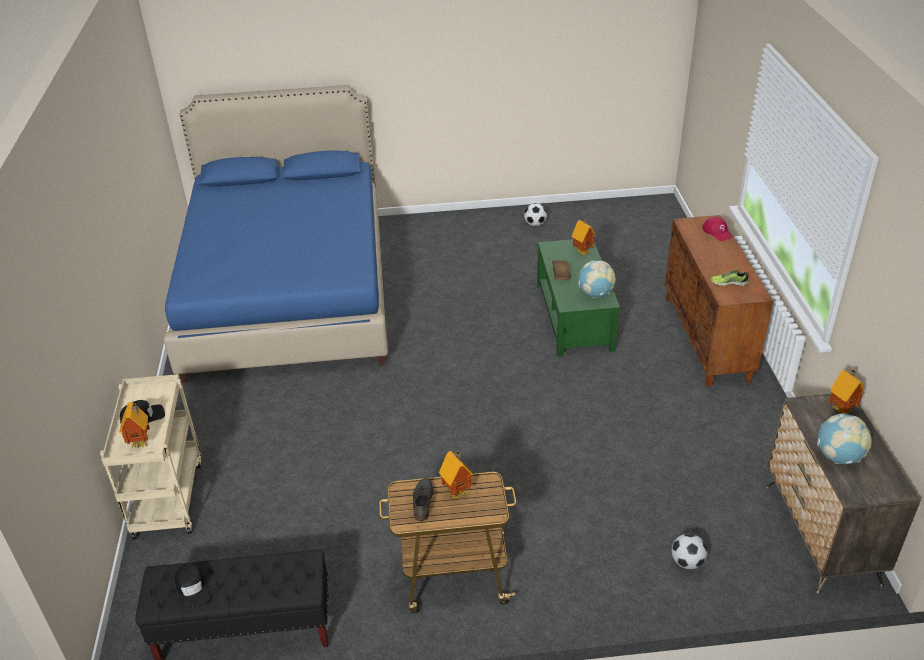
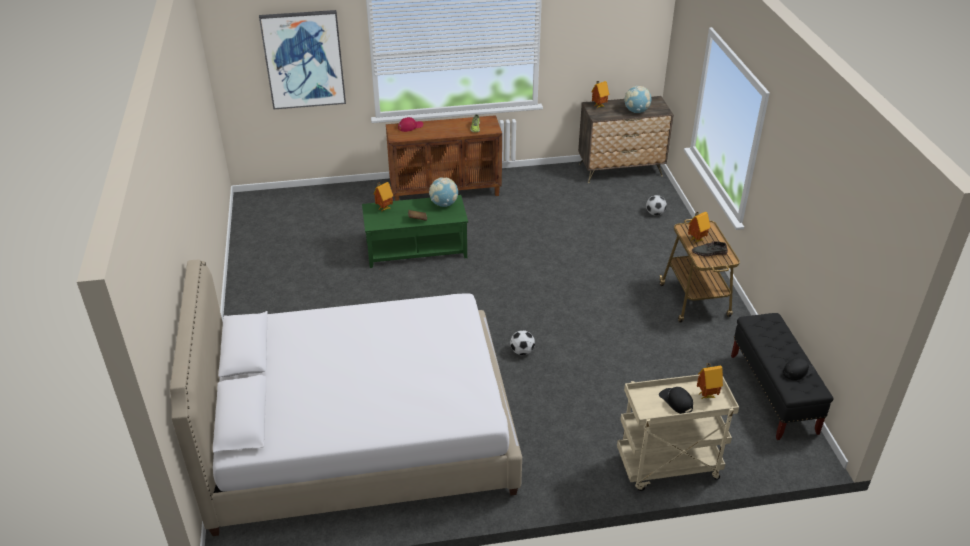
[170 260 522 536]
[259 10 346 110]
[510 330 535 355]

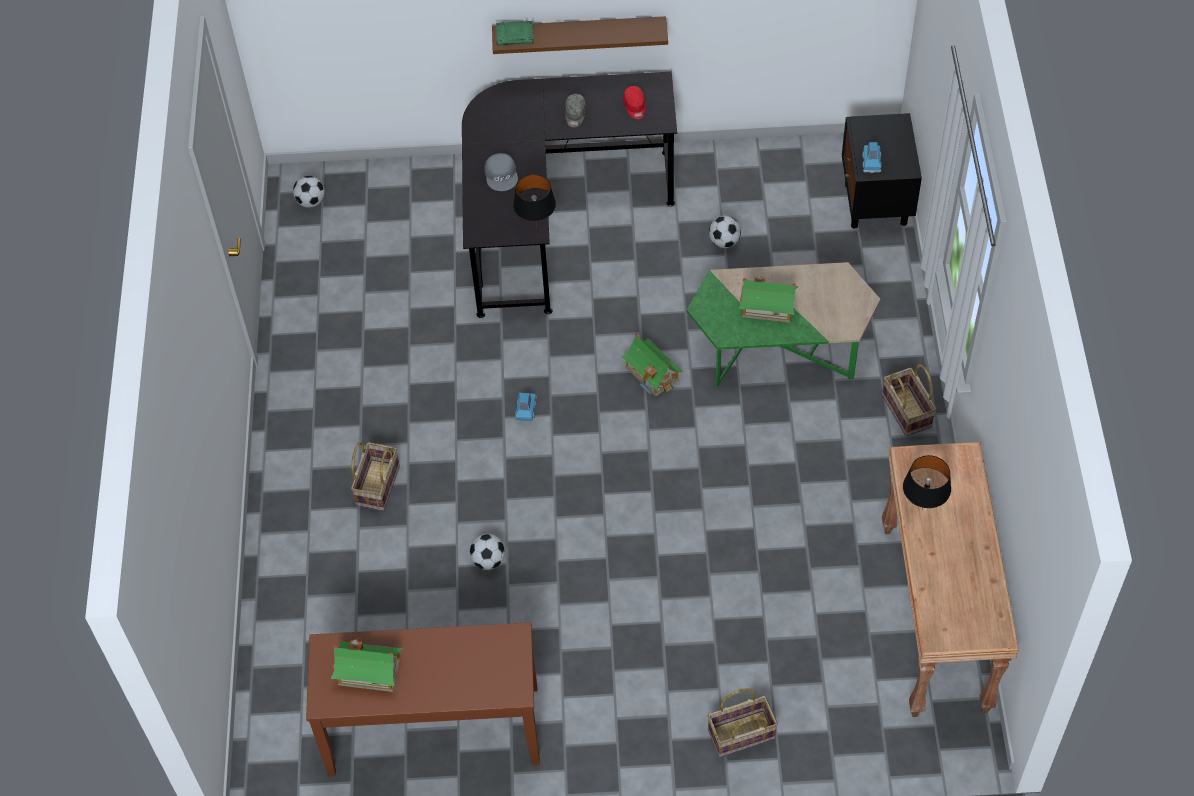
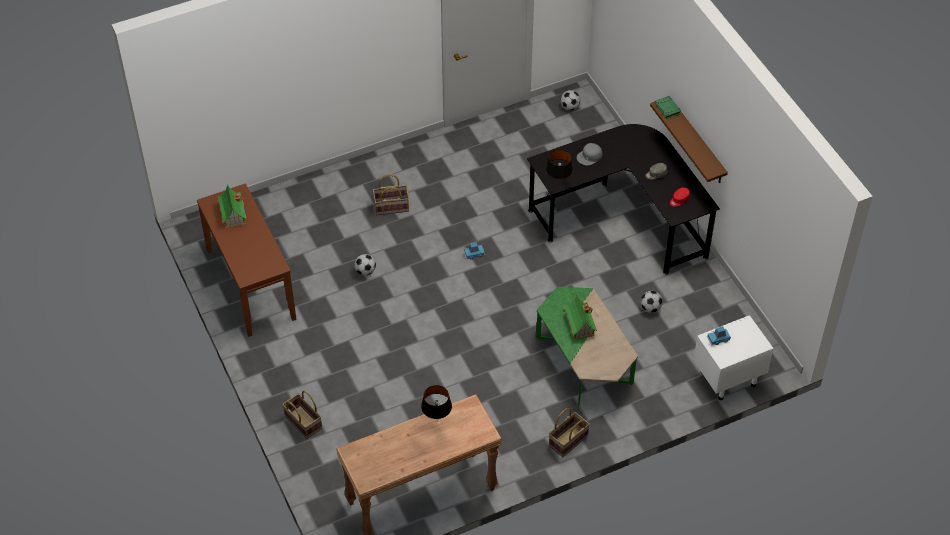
[693 315 774 400]
[621 334 683 396] (first image)

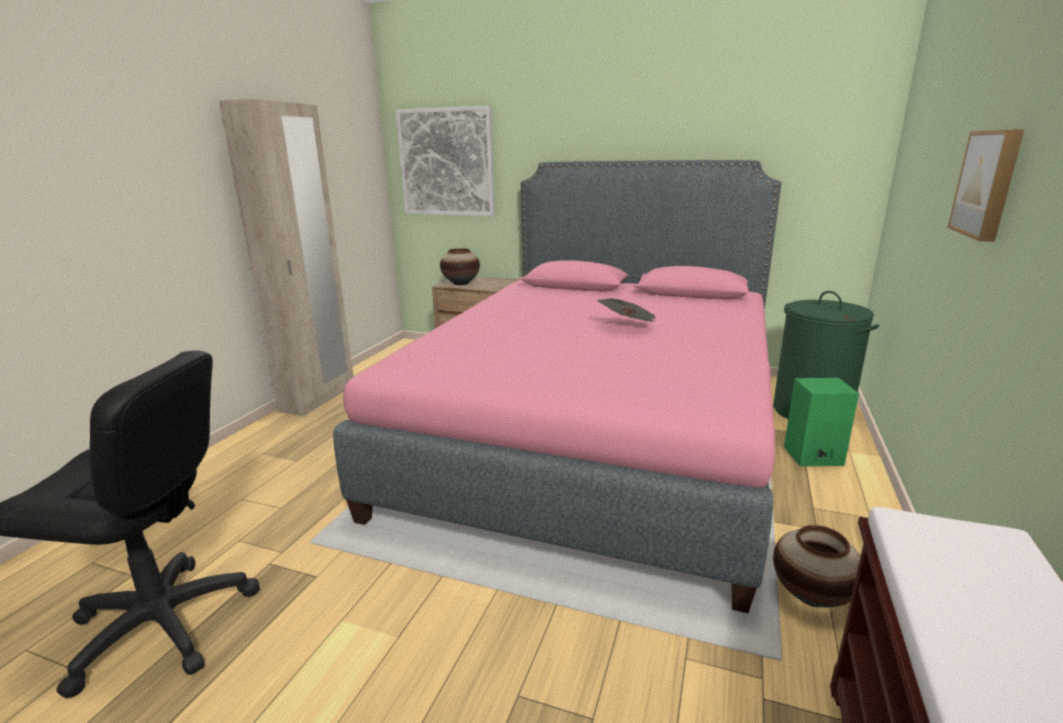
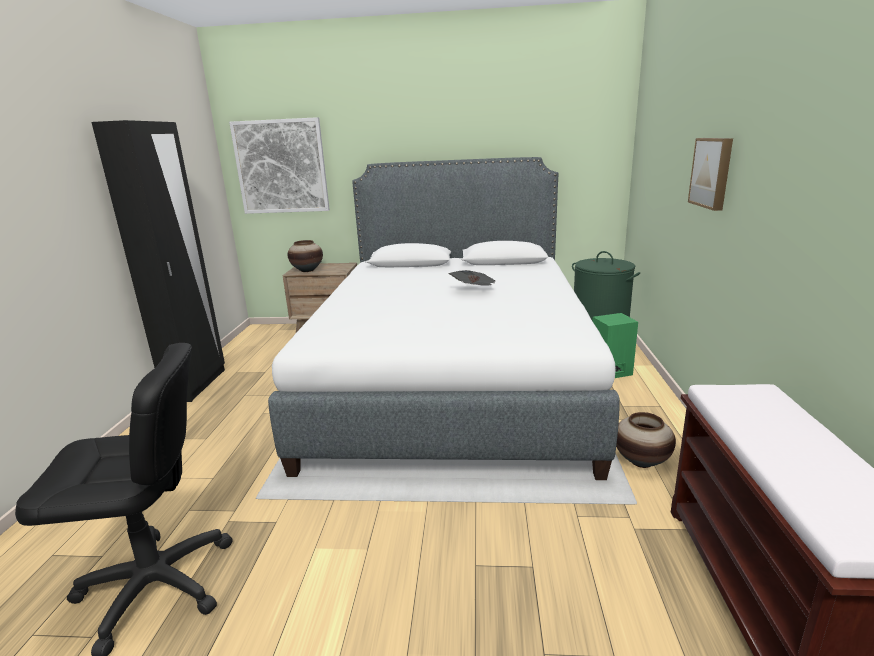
[91 120 225 402]
[268 157 620 480]

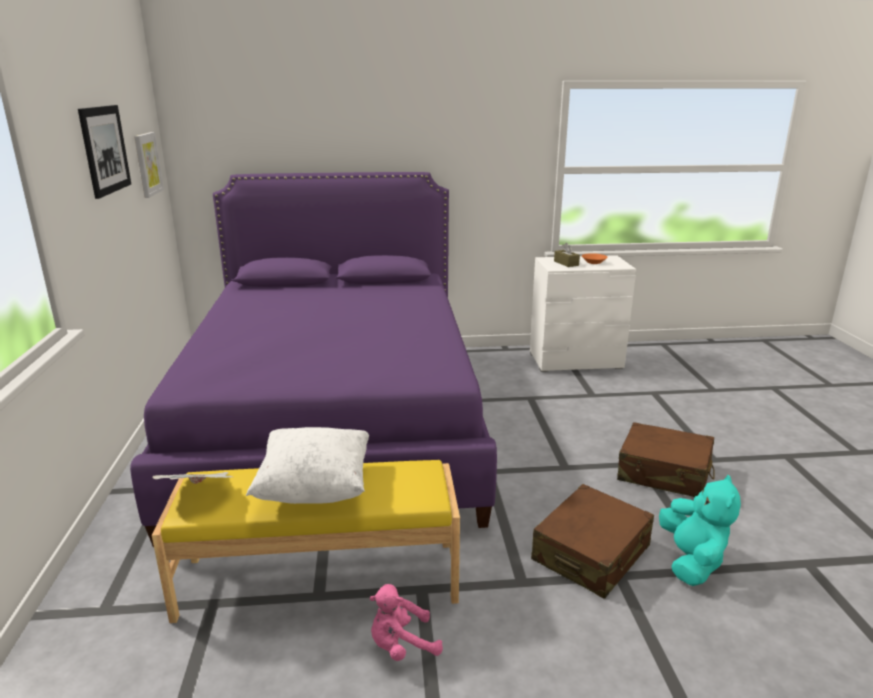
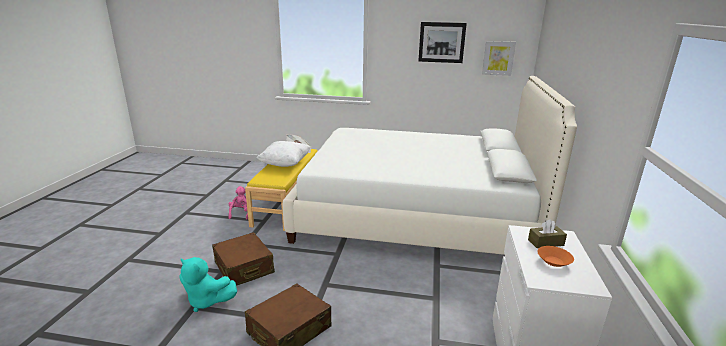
[283 76 577 255]

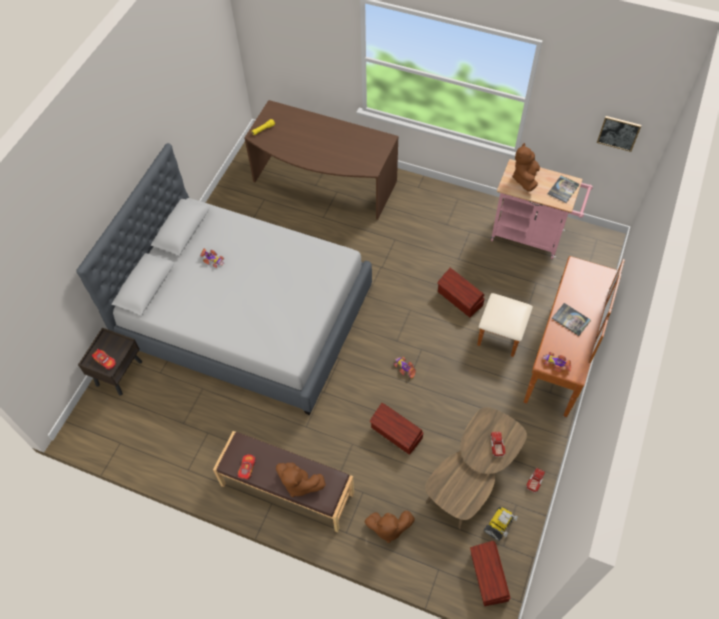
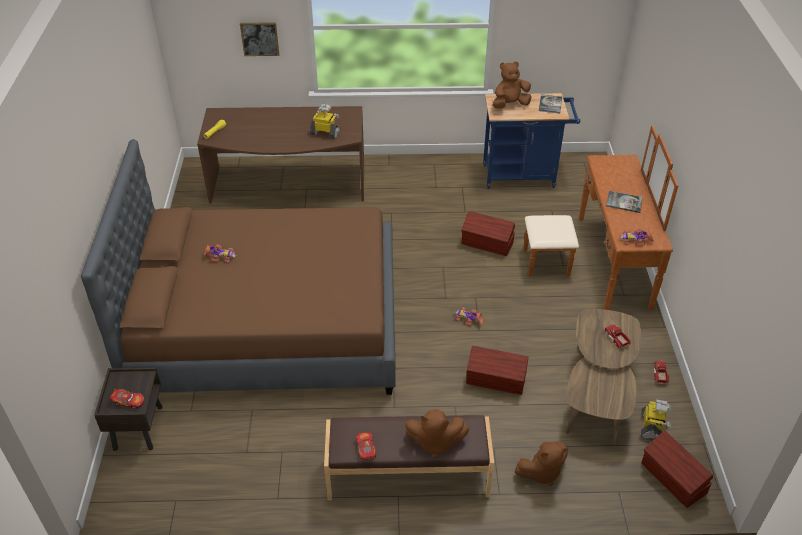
[81 139 396 395]
[240 22 279 56]
[310 104 340 139]
[483 93 581 189]
[493 61 531 109]

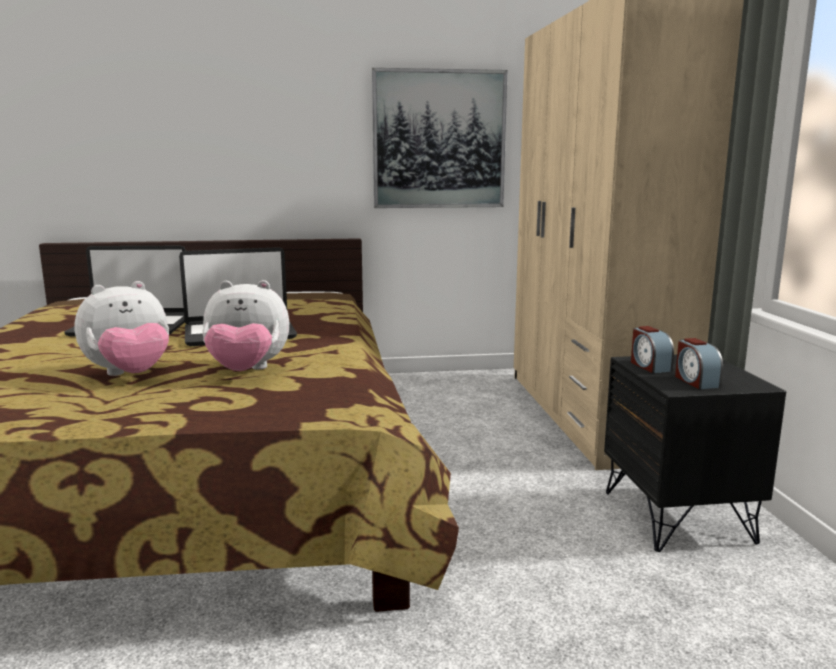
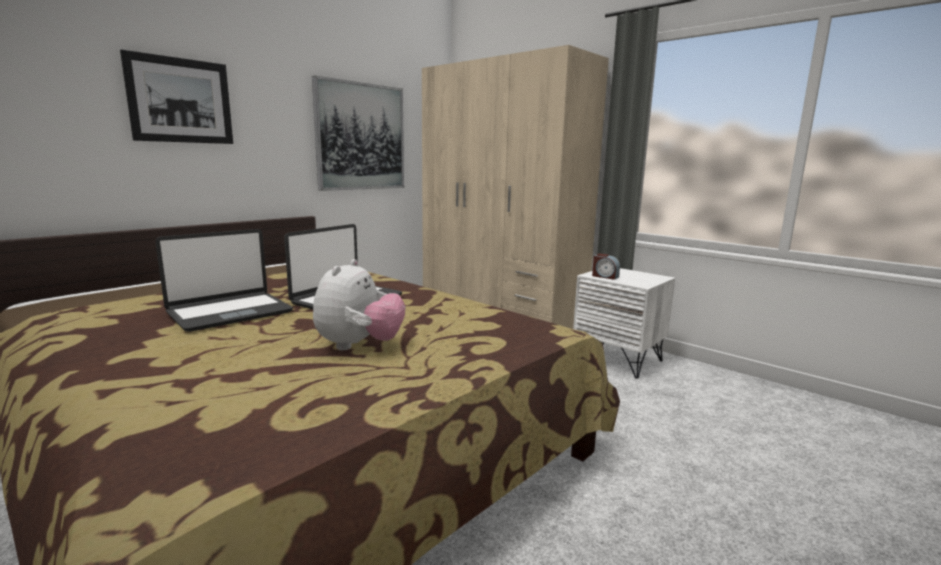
[120 49 233 144]
[573 268 675 379]
[202 280 289 371] (first image)
[675 338 723 389] (first image)

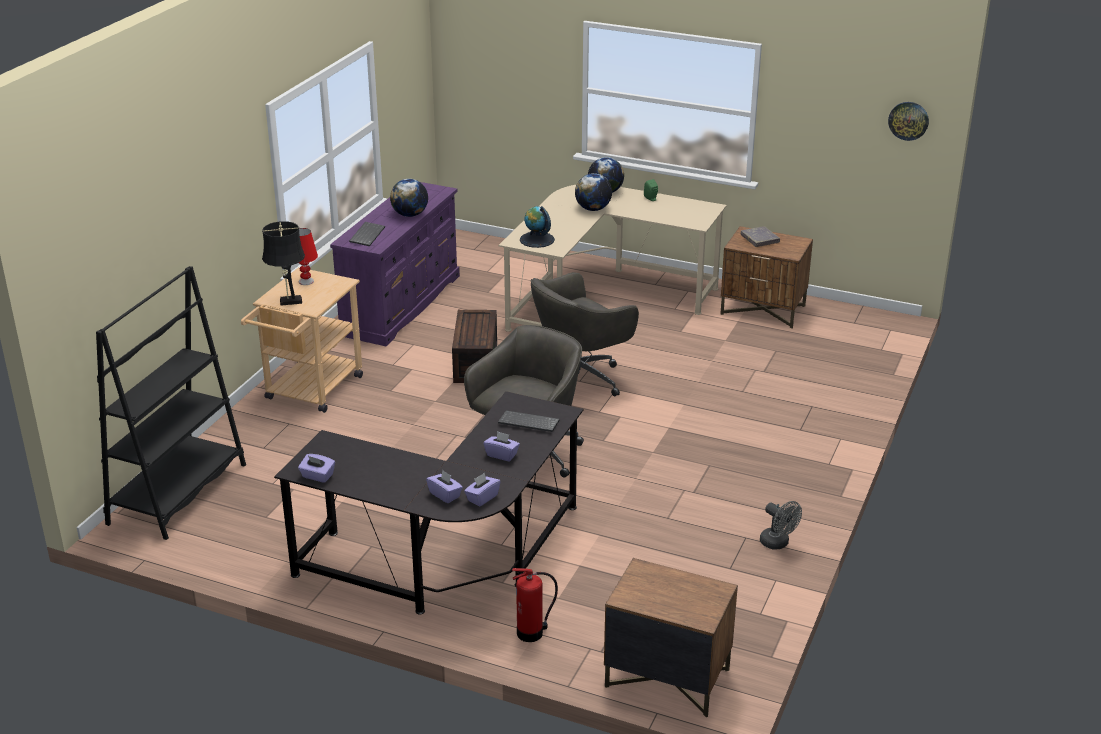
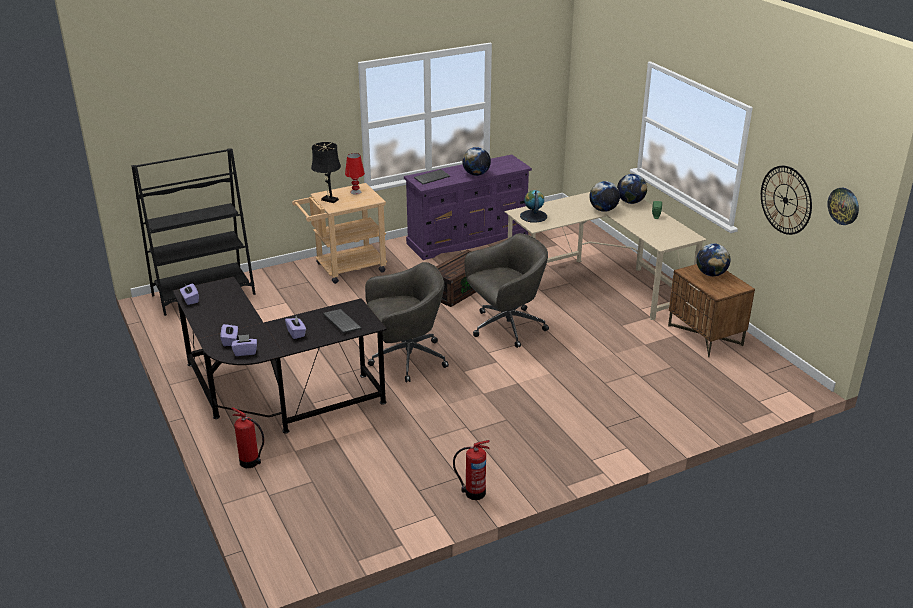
[453 440 490 500]
[465 233 549 348]
[696 243 730 276]
[761 166 812 235]
[604 558 738 718] (first image)

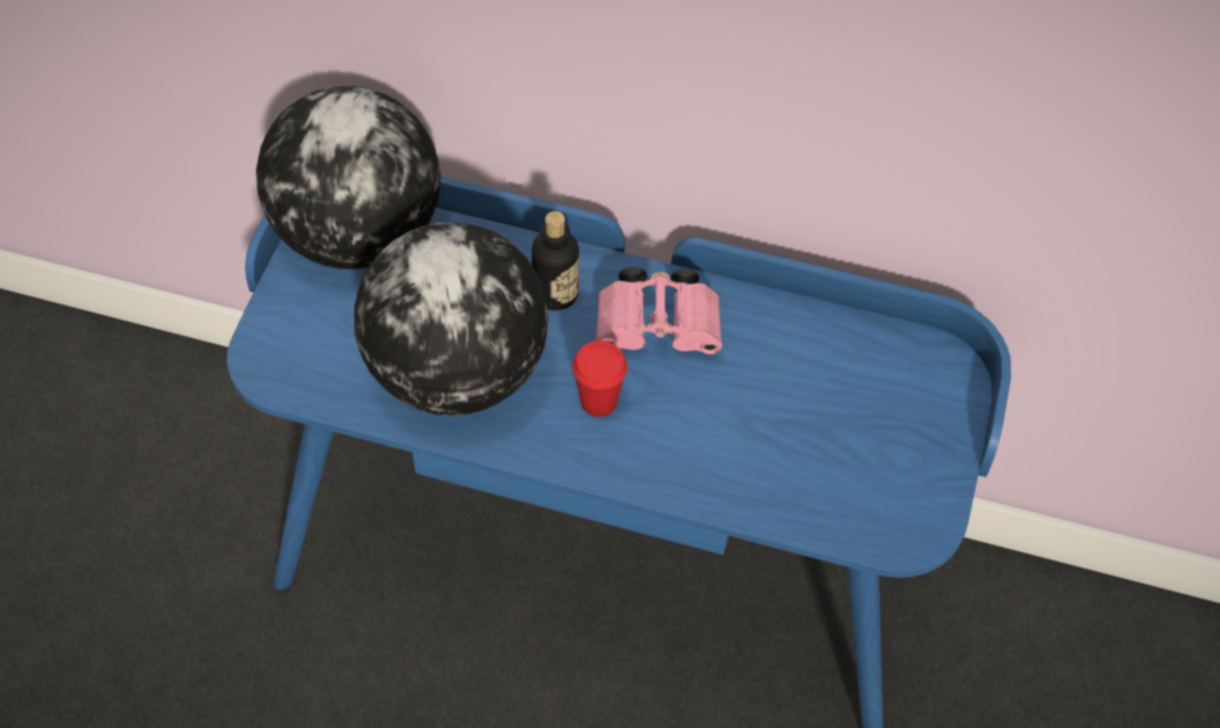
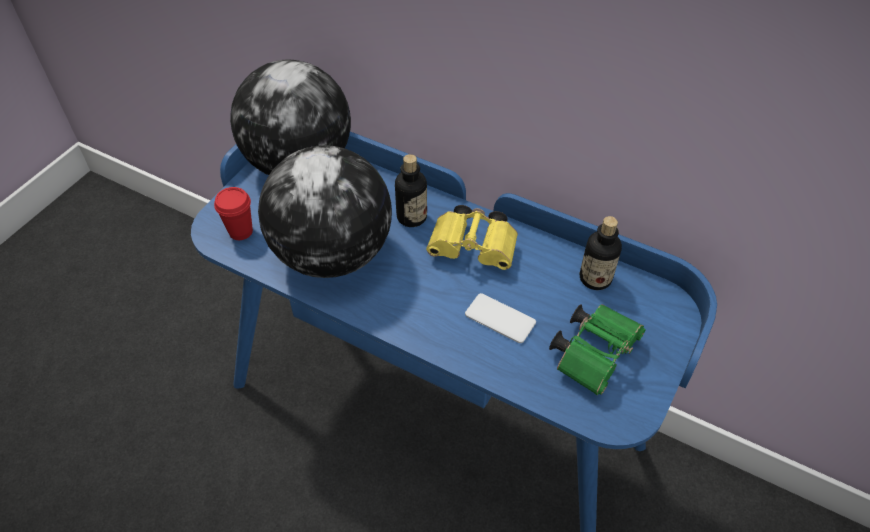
[214 187 253 240]
[426 205 518 270]
[465 293 536 343]
[549 304 646 395]
[579 216 622 290]

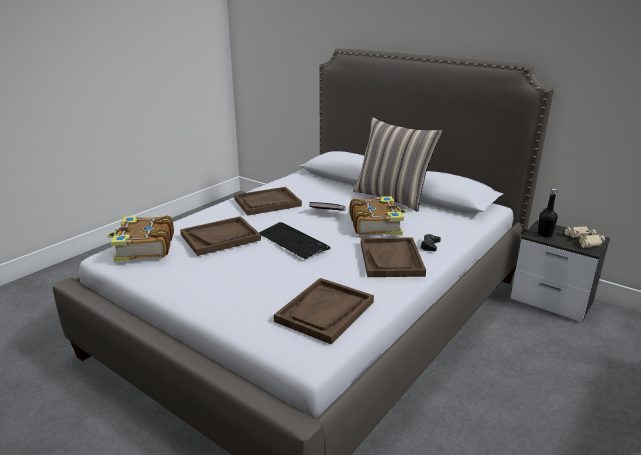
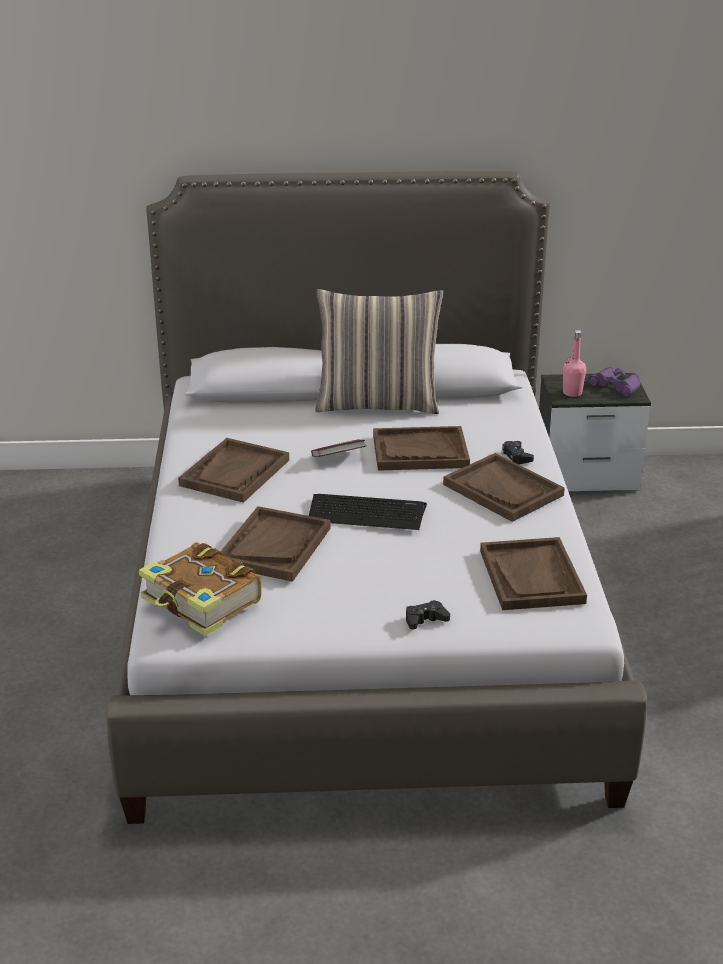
[373 426 470 471]
[406 600 450 629]
[563 330 586 397]
[589 367 642 397]

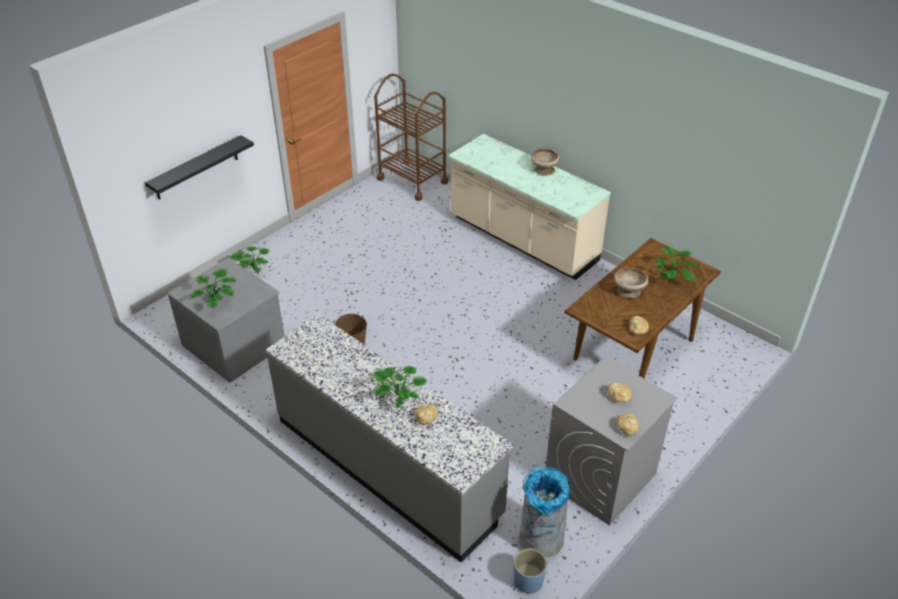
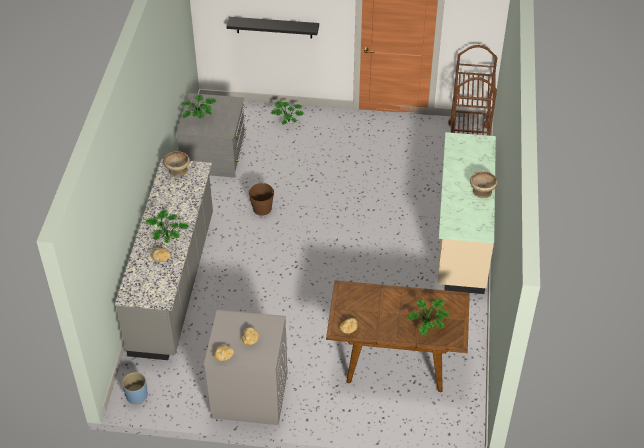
[163 151 190 177]
[518 467 570 558] (first image)

